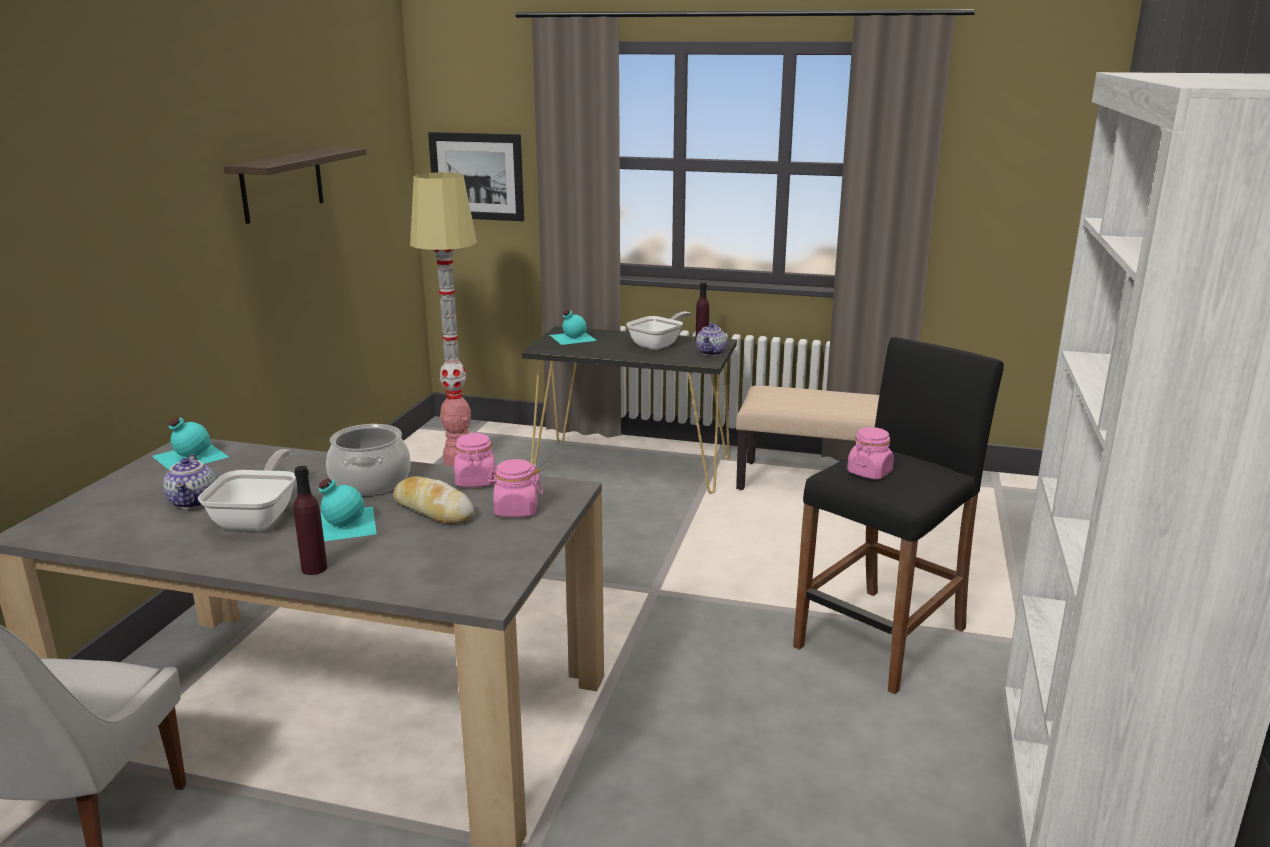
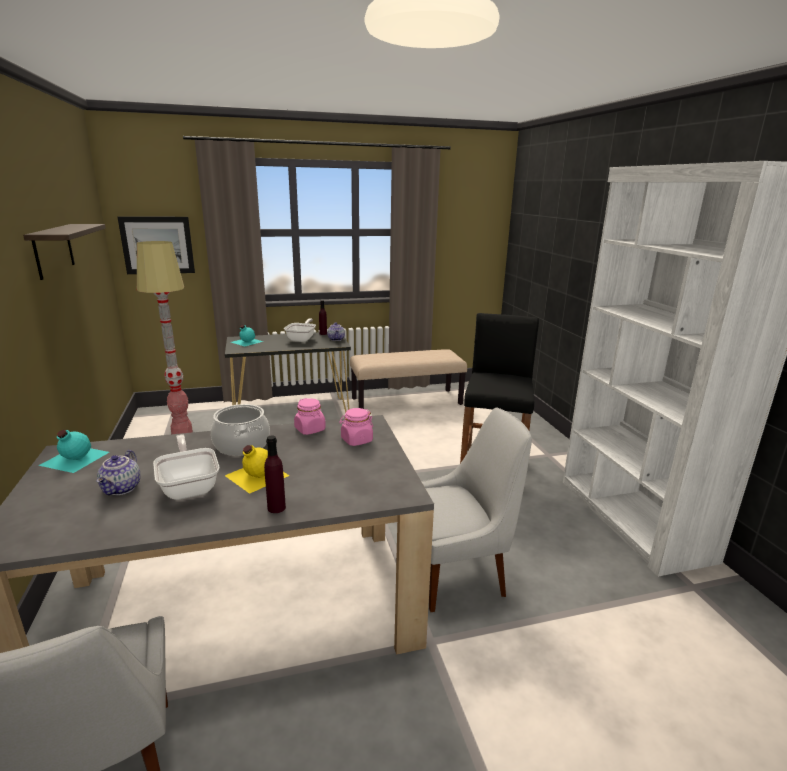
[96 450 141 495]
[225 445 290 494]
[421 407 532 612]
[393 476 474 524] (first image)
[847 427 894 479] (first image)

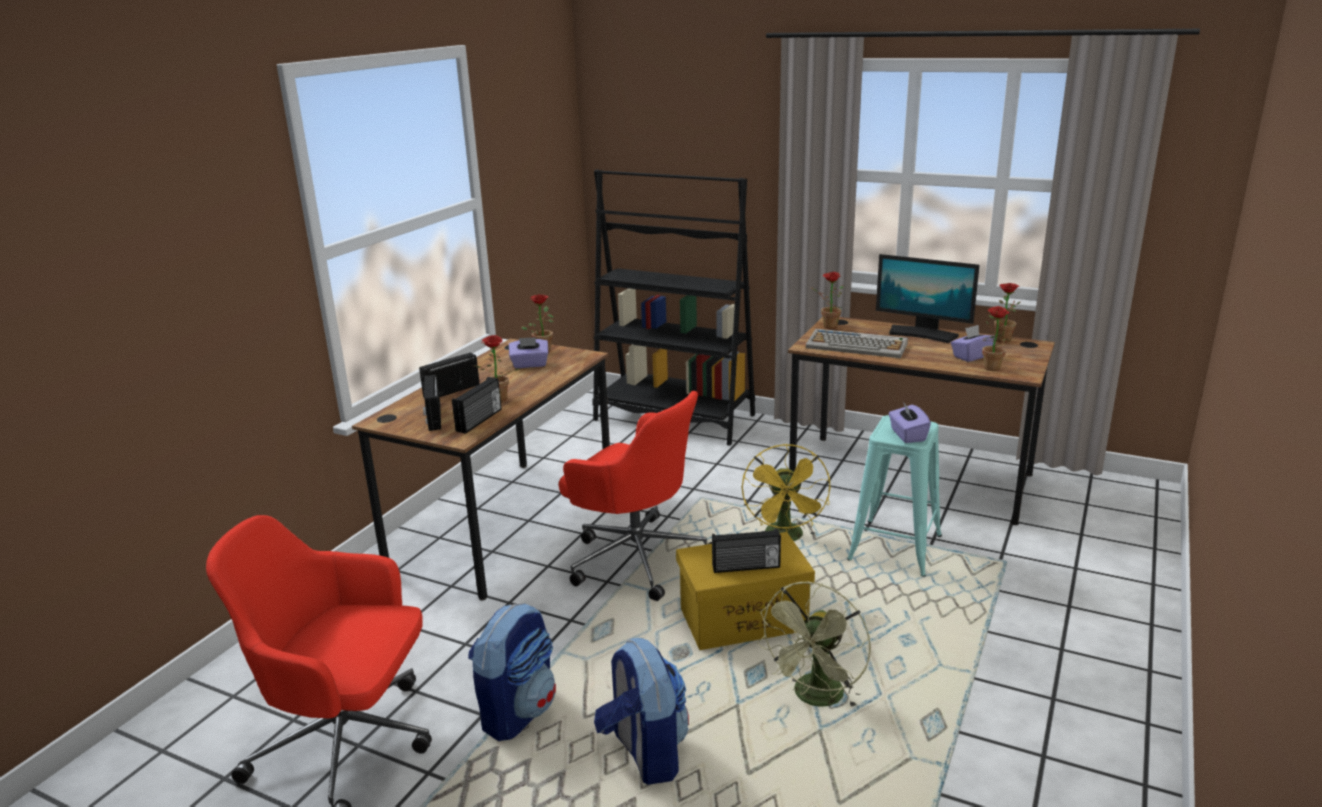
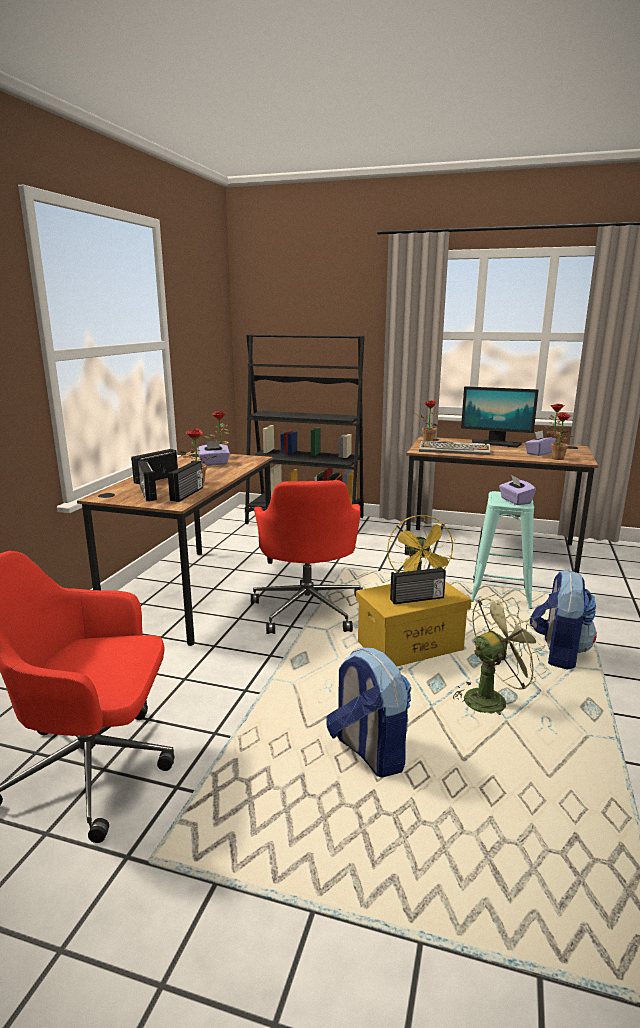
[251 480 363 634]
[453 594 547 715]
[530 570 597 670]

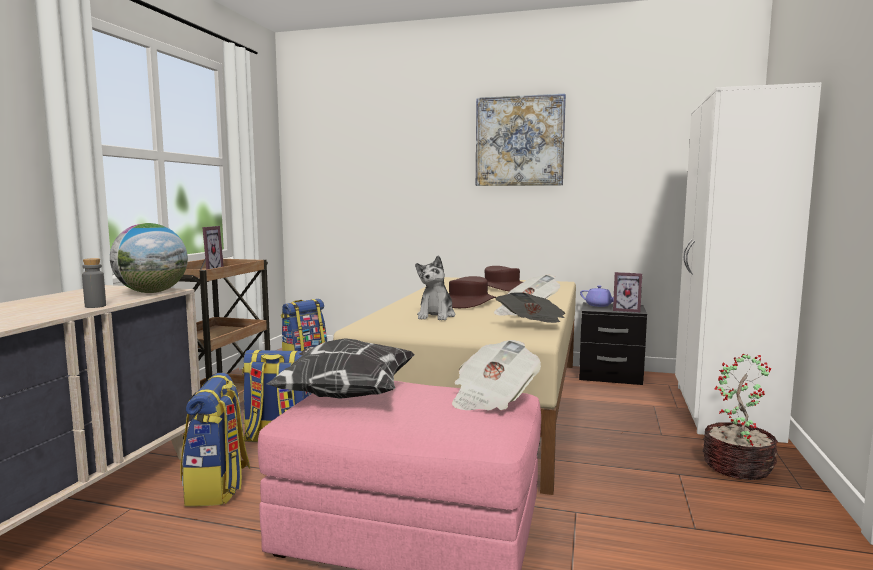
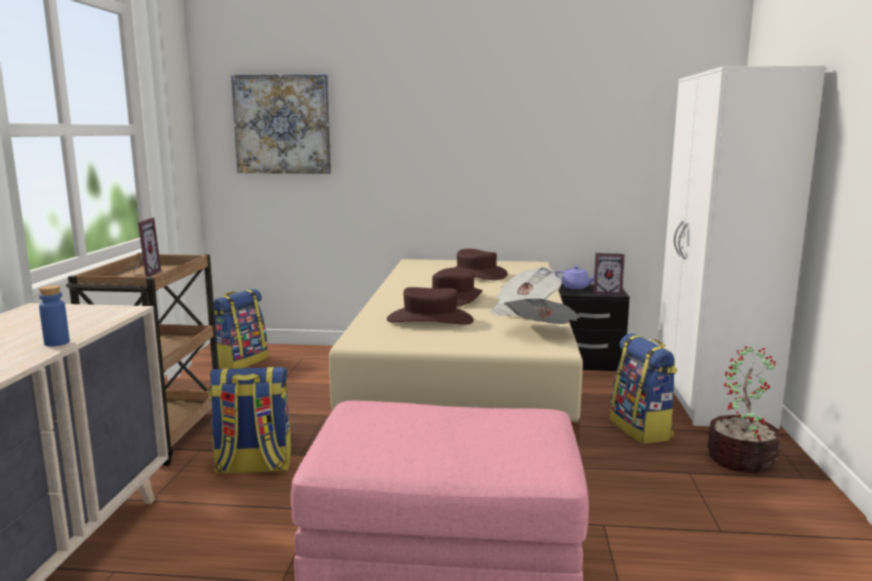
[39 285 70 347]
[231 74 331 174]
[387 287 474 325]
[610 333 677 444]
[110 223 188 293] (first image)
[266 338 415 399] (first image)
[452 340 541 410] (first image)

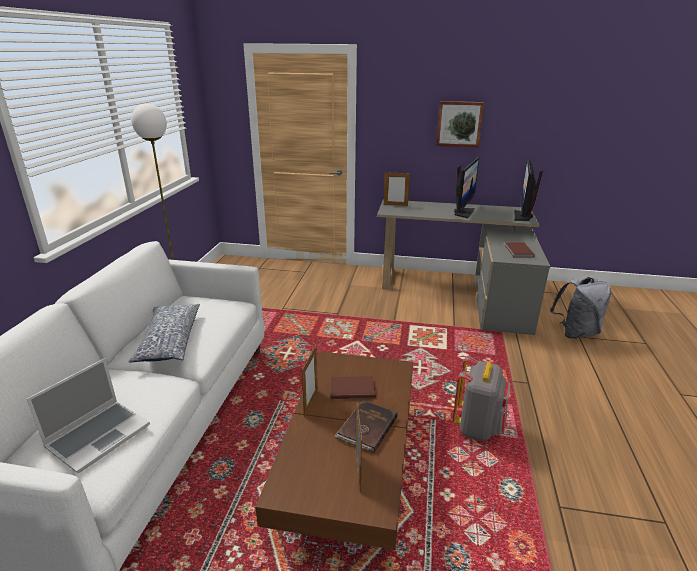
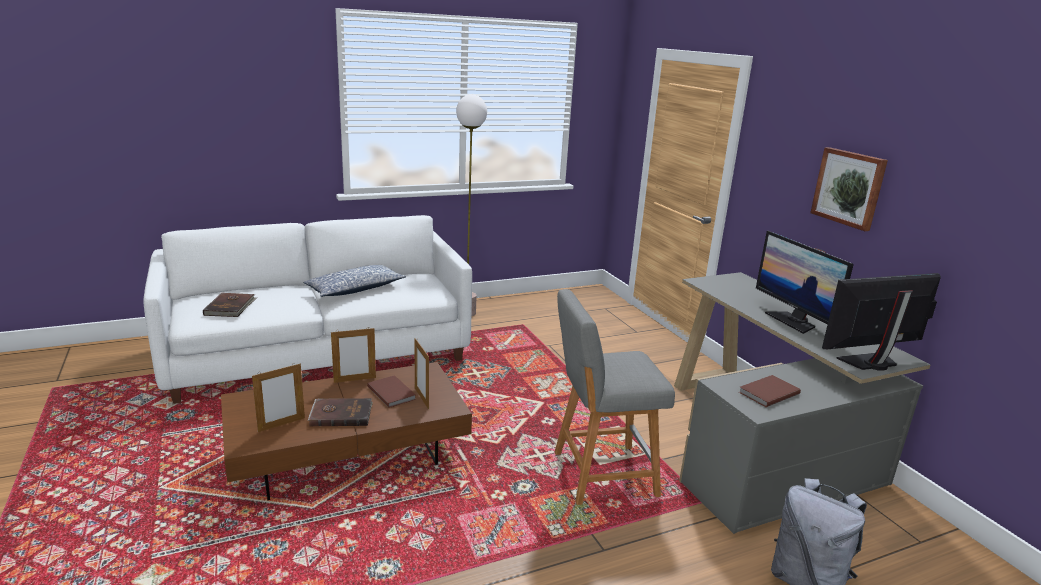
[203 293 257 317]
[414 338 429 409]
[555 289 675 505]
[756 231 854 334]
[452 356 511 441] (first image)

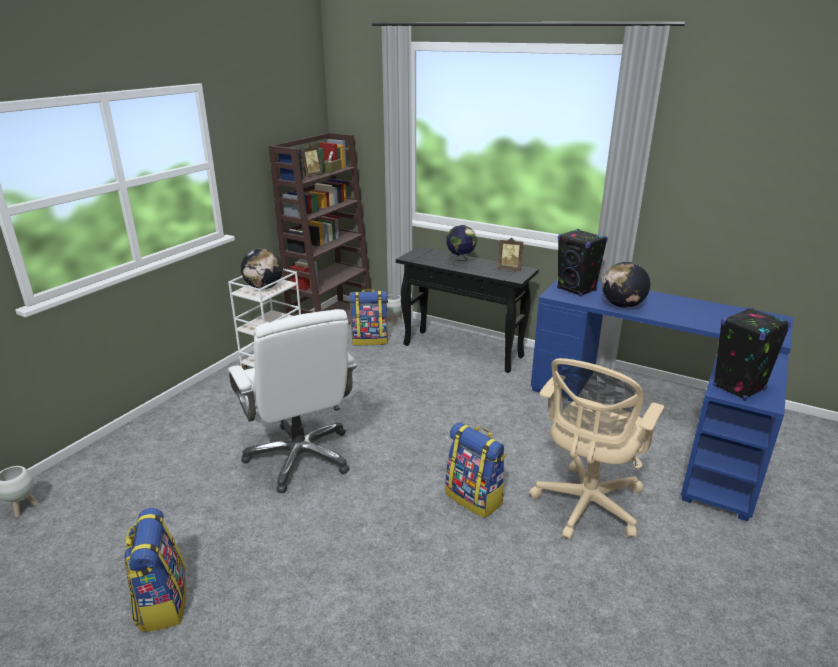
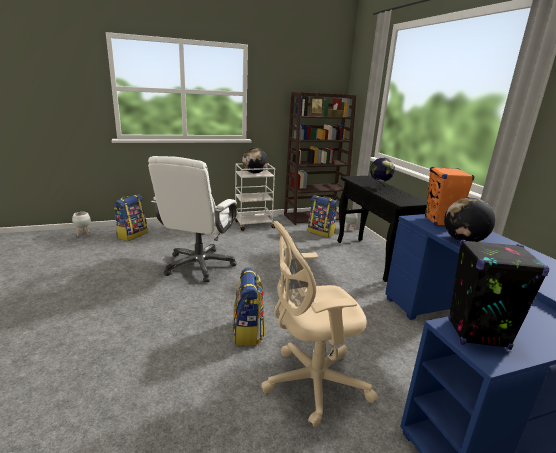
[114 194 147 241]
[425 167 475 226]
[498 238 523 270] (first image)

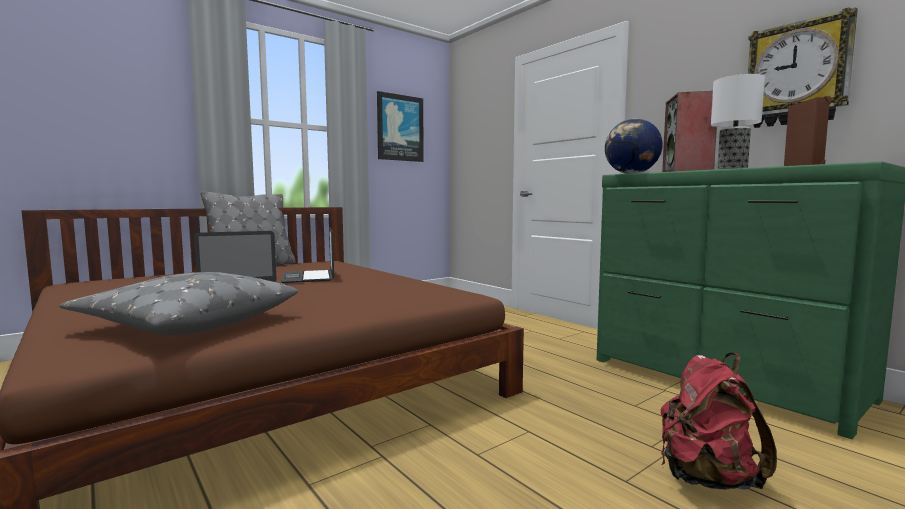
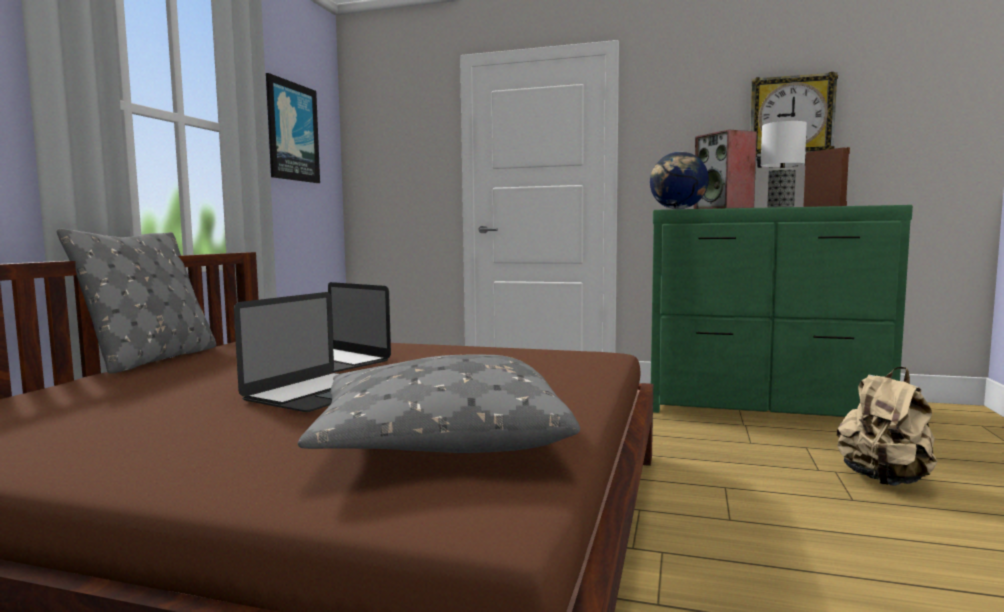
[837 367 937 486]

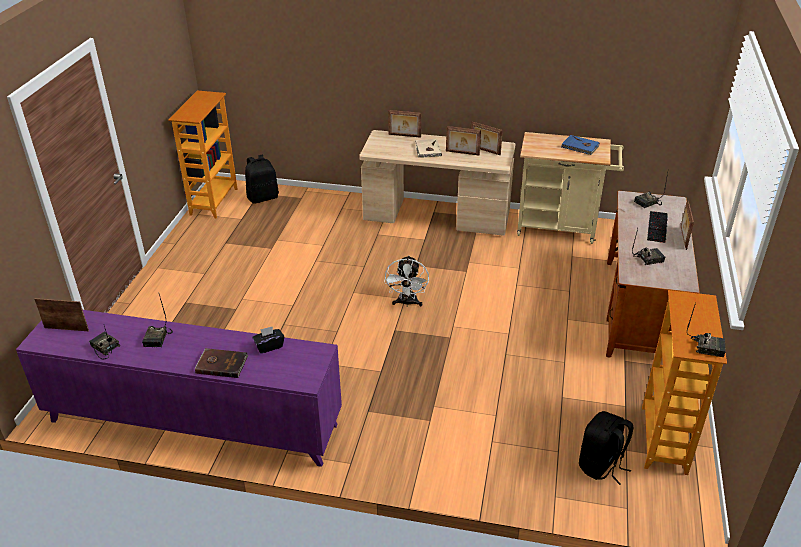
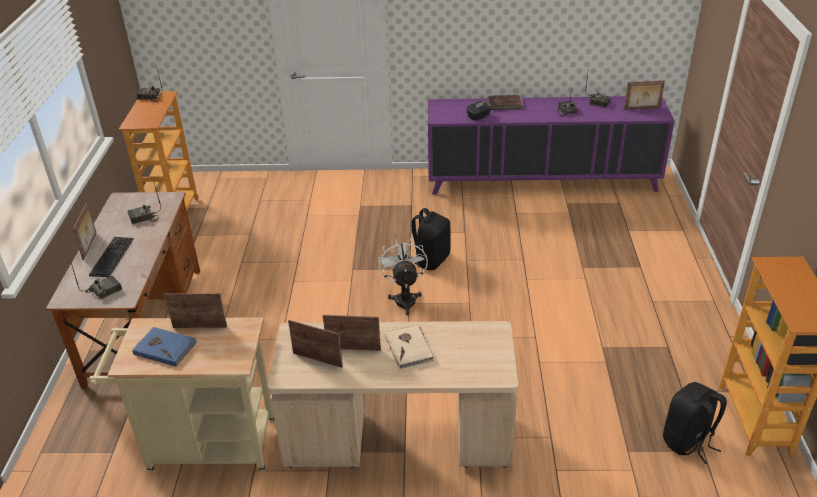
[164 293 227 328]
[408 208 450 270]

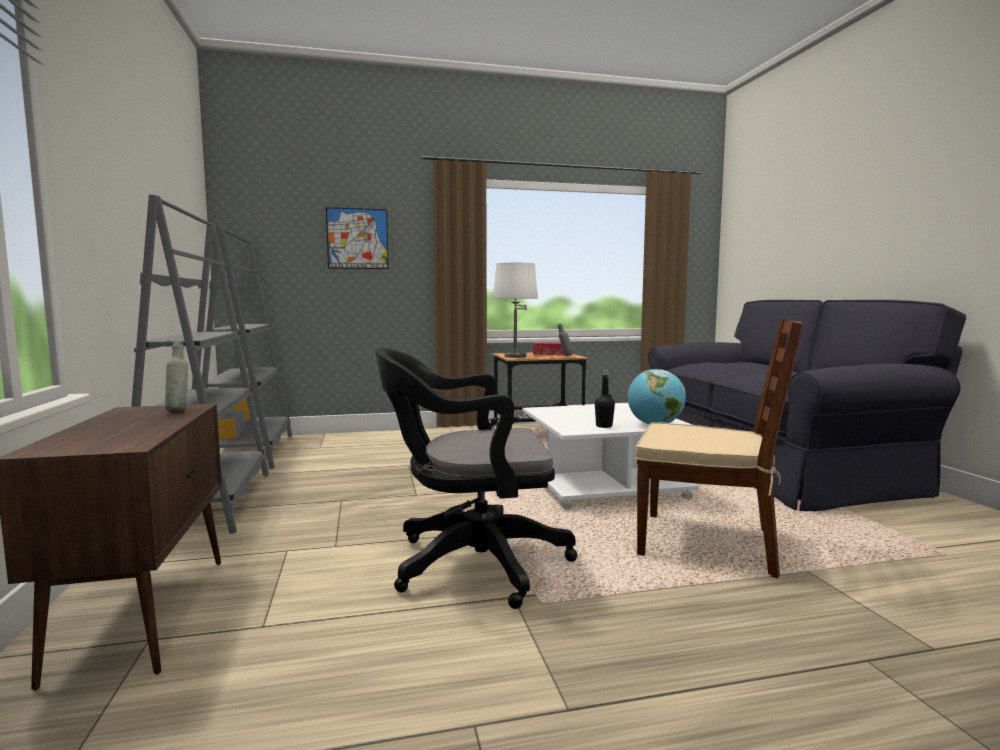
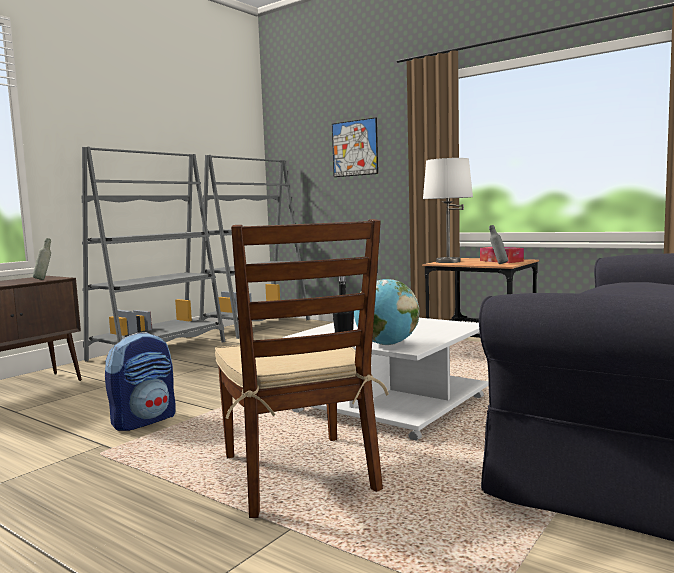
[105 332 175 431]

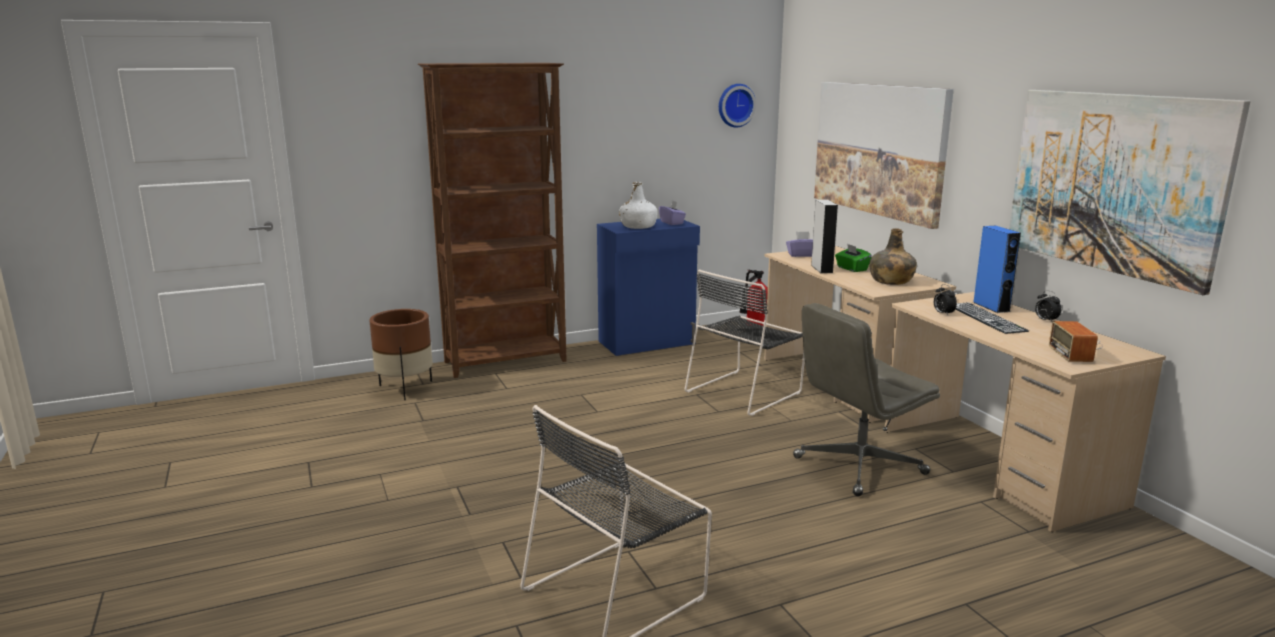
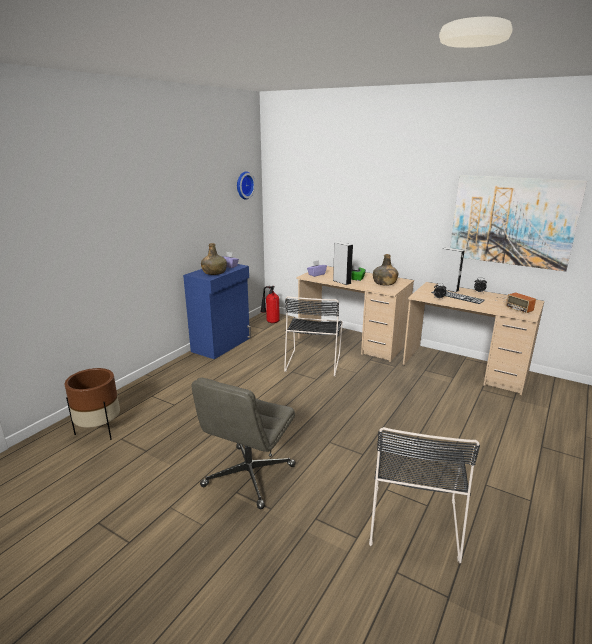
[192 378 296 509]
[201 243 227 275]
[438 247 464 292]
[418 63 567 378] (first image)
[814 82 954 229] (first image)

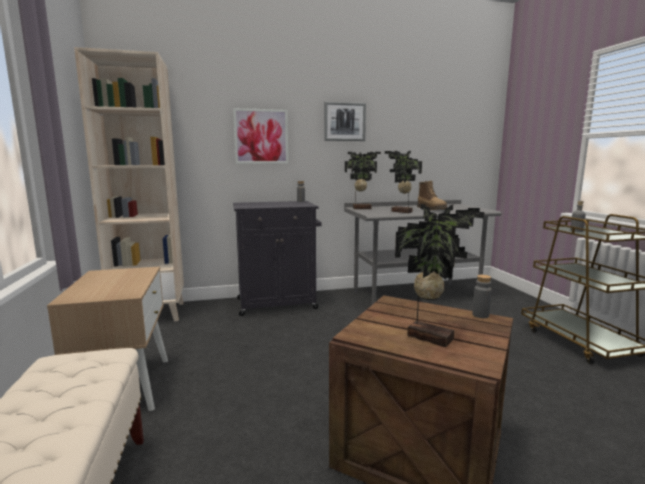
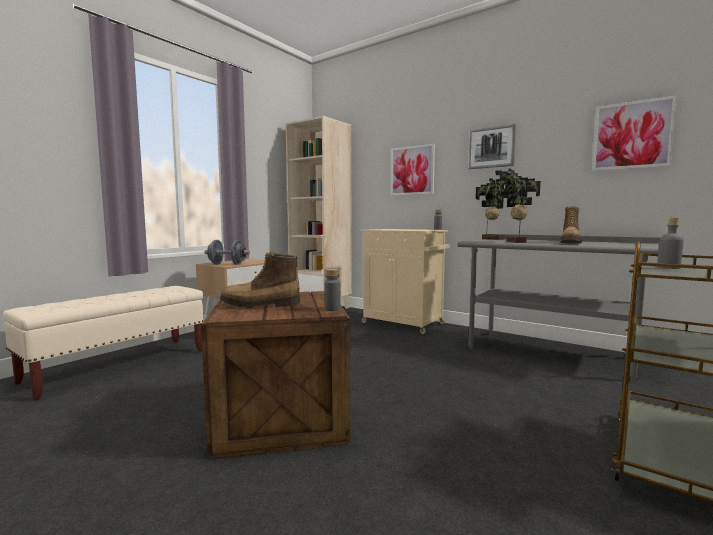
[205 240 250 265]
[220 252 300 308]
[361 229 450 334]
[592 95 677 171]

